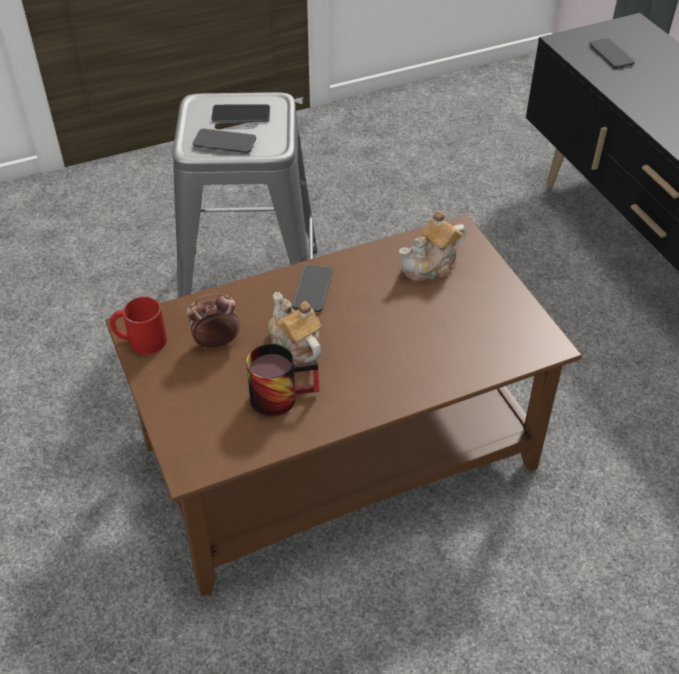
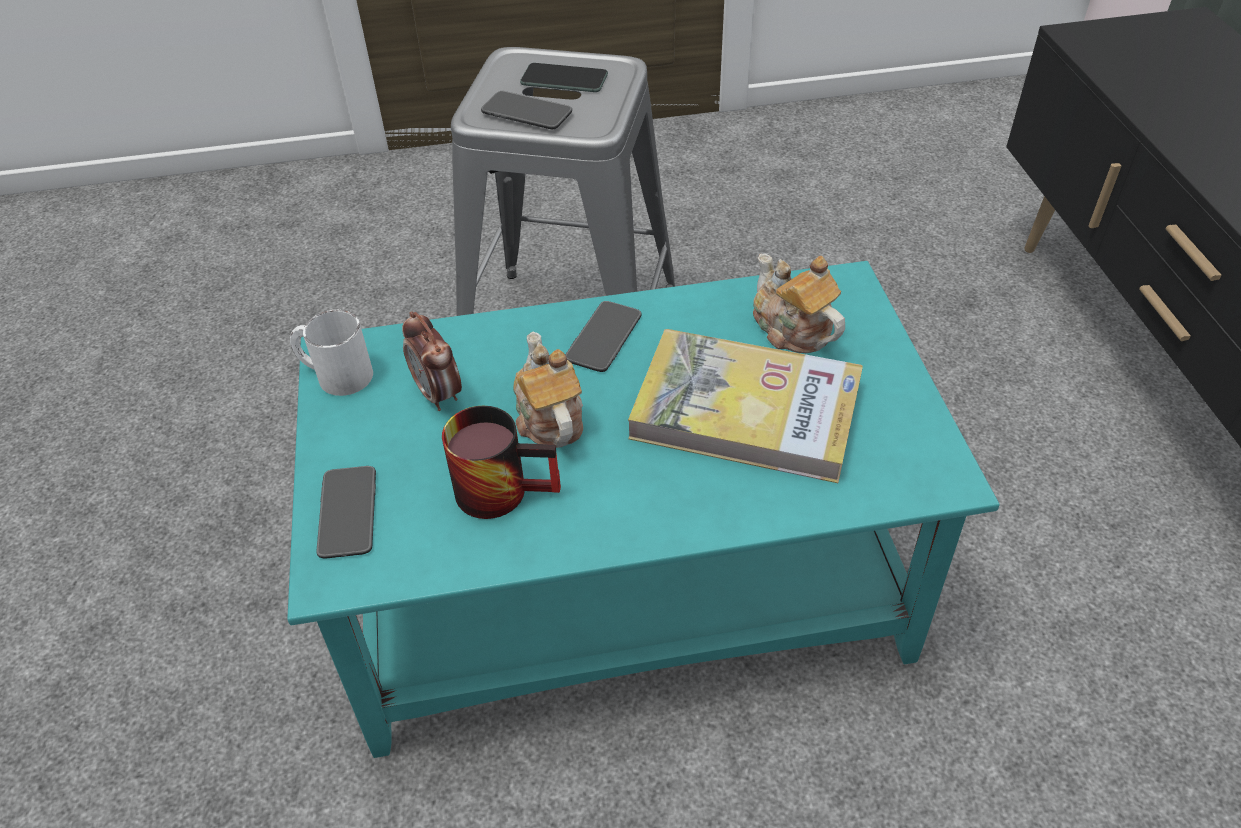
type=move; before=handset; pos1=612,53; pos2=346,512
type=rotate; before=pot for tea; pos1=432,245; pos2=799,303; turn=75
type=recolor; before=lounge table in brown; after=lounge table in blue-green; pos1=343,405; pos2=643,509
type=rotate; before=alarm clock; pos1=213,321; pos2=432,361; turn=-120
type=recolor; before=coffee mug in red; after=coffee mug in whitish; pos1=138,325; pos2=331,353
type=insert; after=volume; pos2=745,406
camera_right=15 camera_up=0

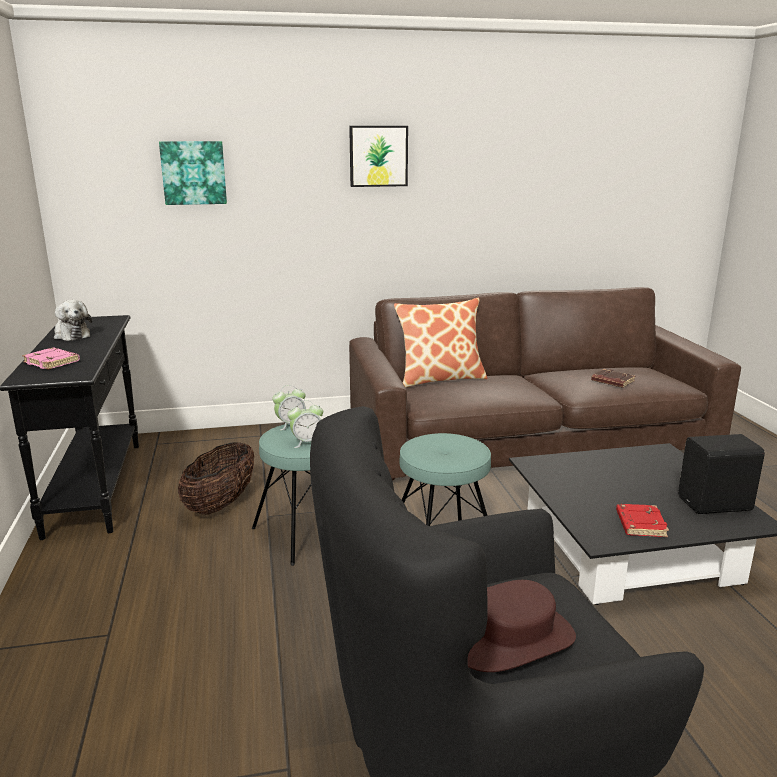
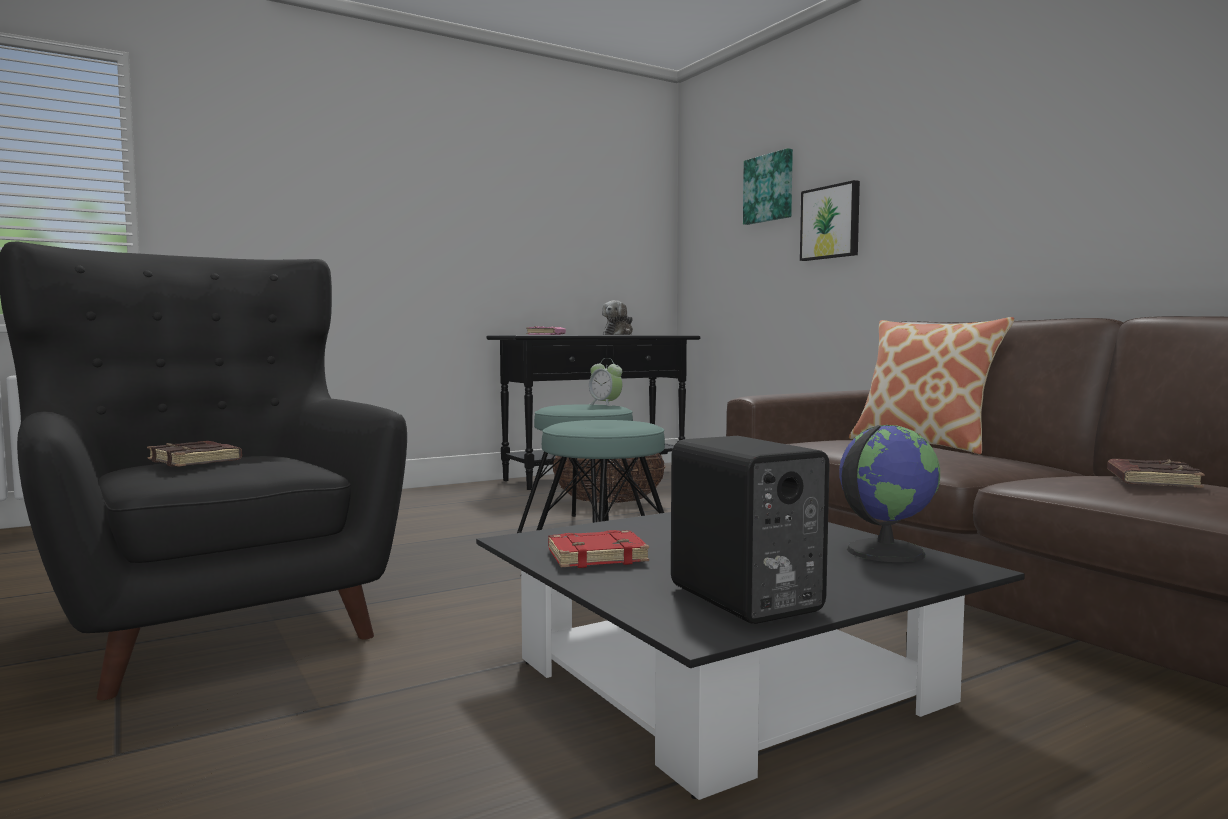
type=move; before=wall art; pos1=378,156; pos2=830,220
type=delete; before=alarm clock; pos1=305,424
type=replace; before=clothing hat in brown; after=volume in brown; pos1=522,626; pos2=194,454
type=insert; after=globe; pos2=889,493
camera_right=70 camera_up=-15

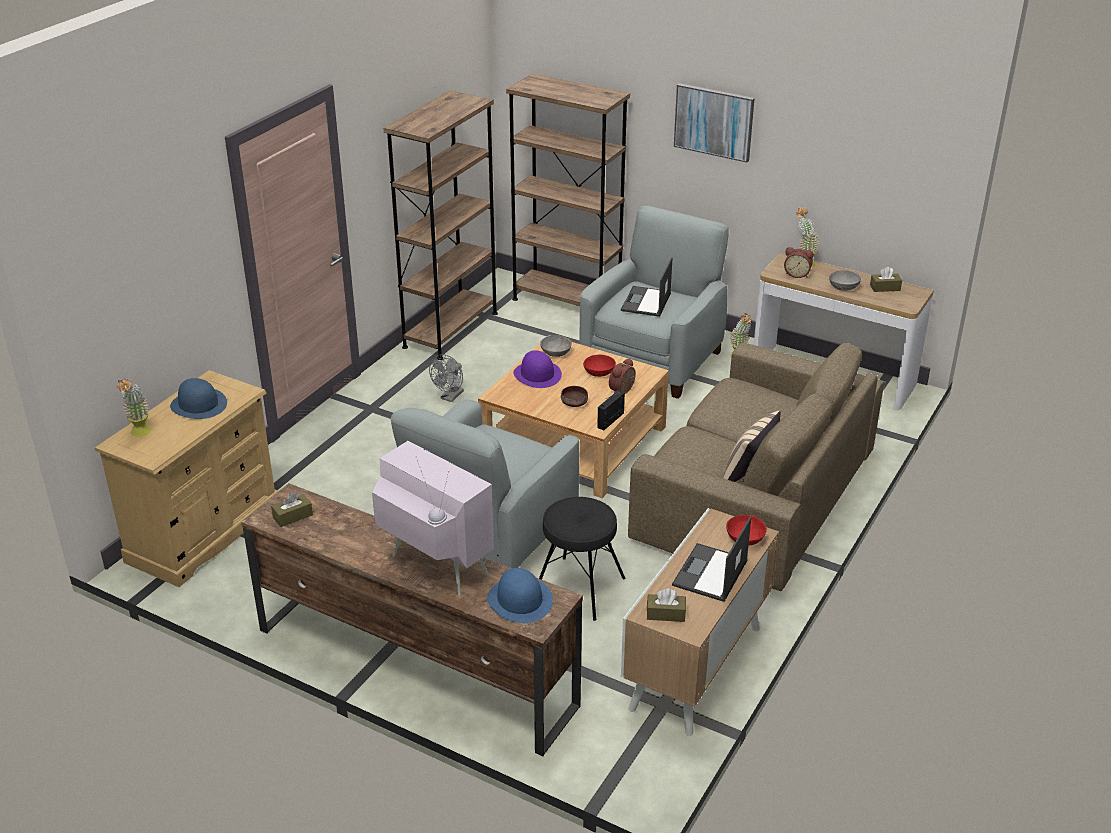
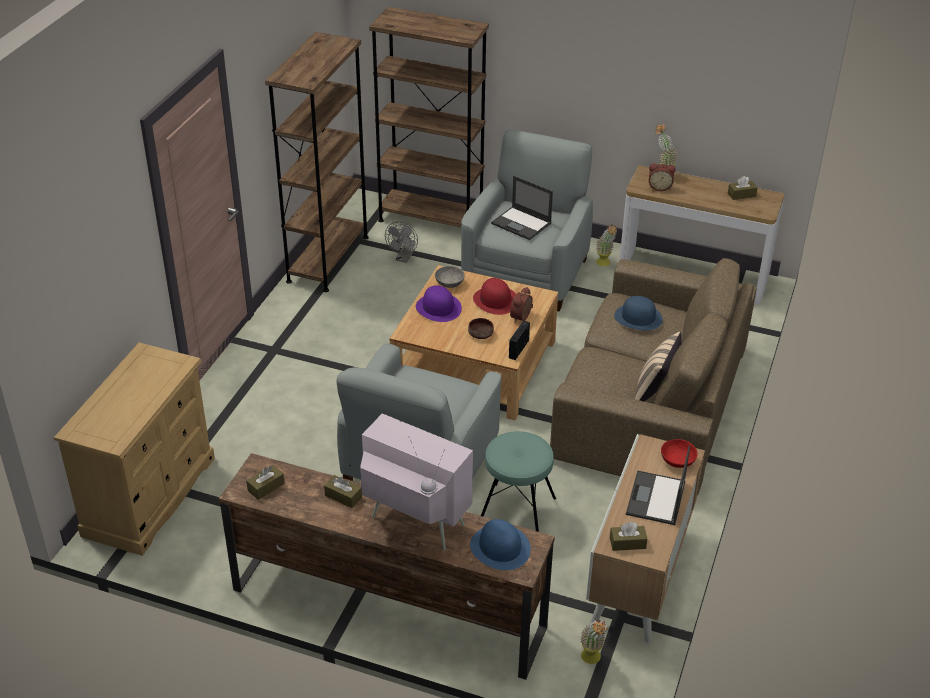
type=delete; before=wall art; pos1=714,123
type=rotate; before=notebook computer; pos1=647,287; pos2=522,208; turn=-60
type=delete; before=deep dish in greyish; pos1=845,280
type=move; before=cooling fan in greyish; pos1=446,378; pos2=401,242
type=replace; before=deep dish in red; after=clothing hat in red; pos1=599,366; pos2=494,296
type=move; before=houseplant; pos1=133,407; pos2=593,641
type=move; before=clothing hat in blue-coloured; pos1=198,398; pos2=638,313
type=recolor; before=sitting stool in black-coloured; after=sitting stool in blue-green; pos1=582,559; pos2=518,481
type=insert; after=tissue box in brown; pos2=343,491
camera_right=-10 camera_up=5

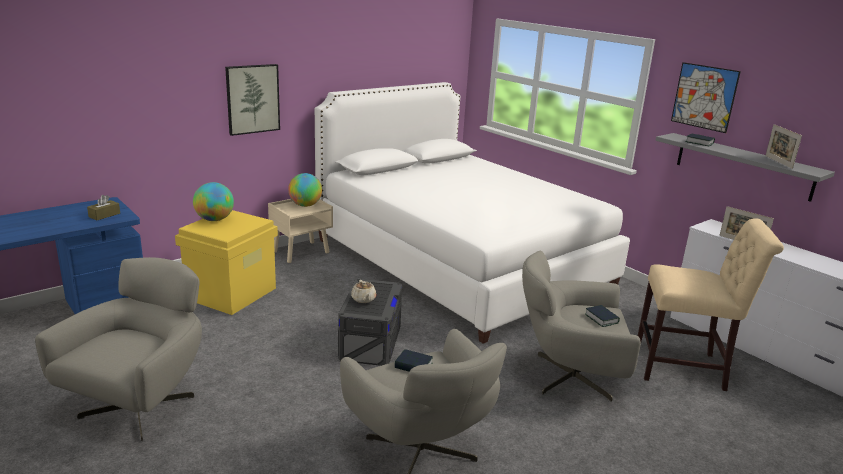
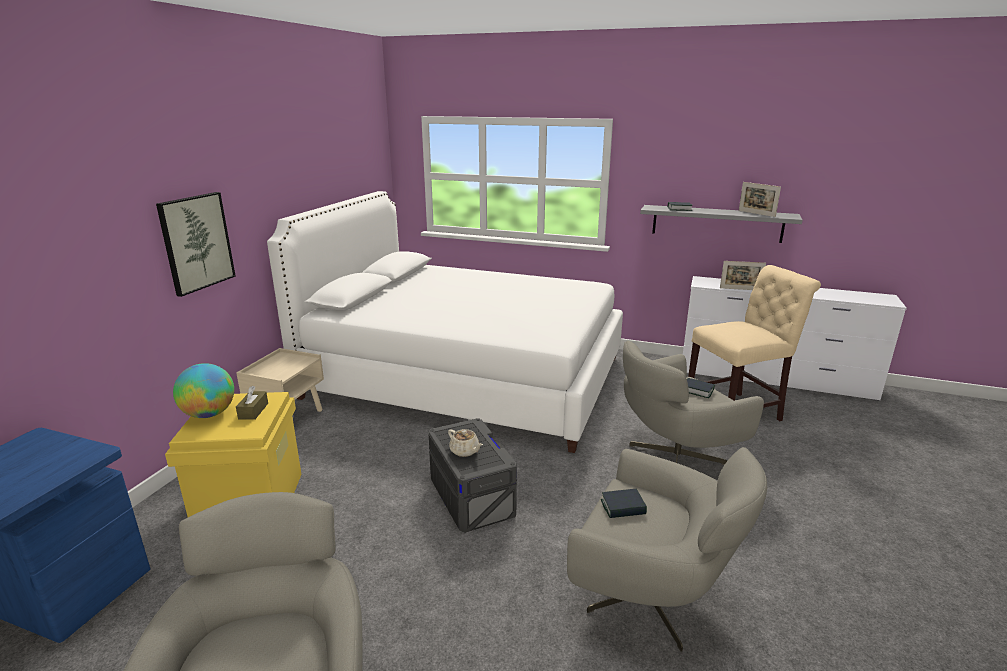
type=delete; before=wall art; pos1=706,97
type=delete; before=globe; pos1=305,190
type=move; before=tissue box in brown; pos1=103,207; pos2=252,403
camera_right=-30 camera_up=0

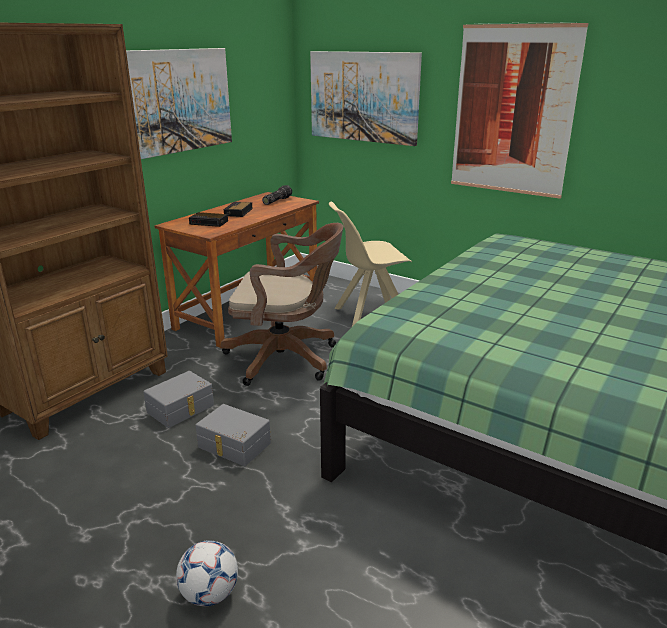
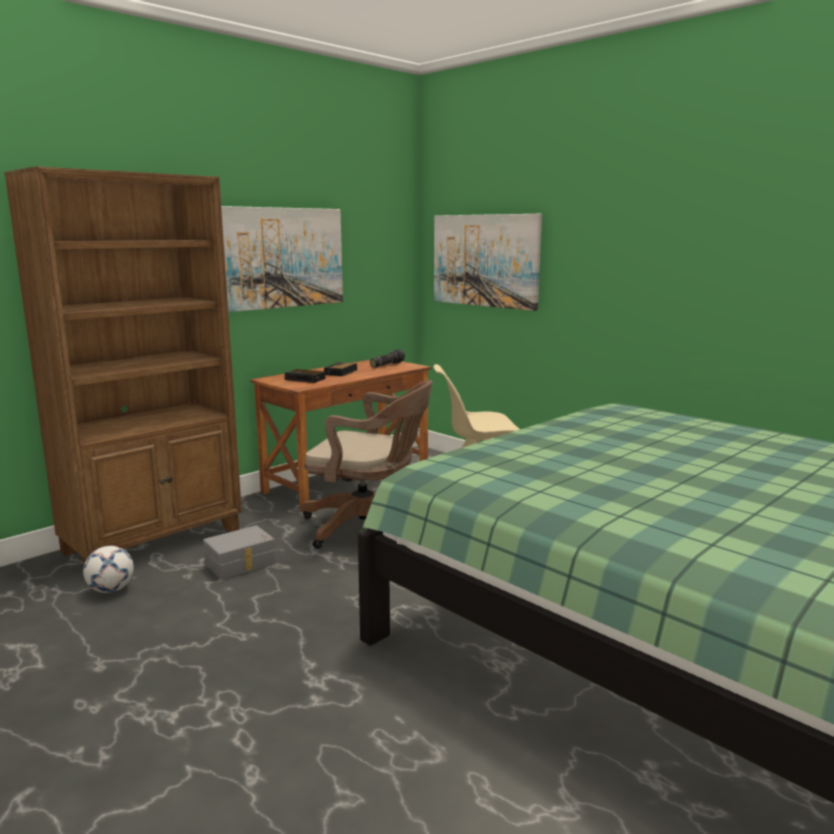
type=delete; before=wall art; pos1=520,110
type=delete; before=storage bin in greyish; pos1=233,435
type=move; before=ball for football; pos1=207,573; pos2=108,569
camera_right=10 camera_up=-10

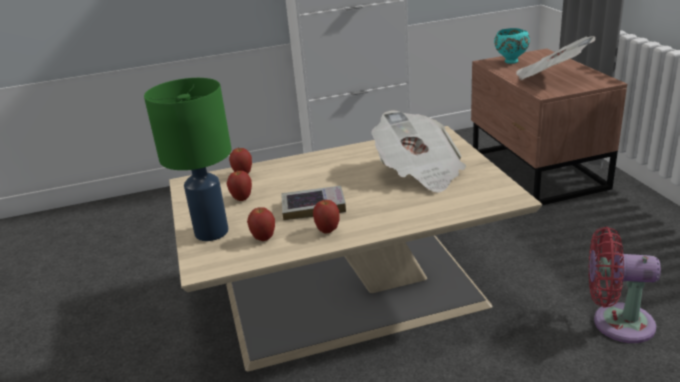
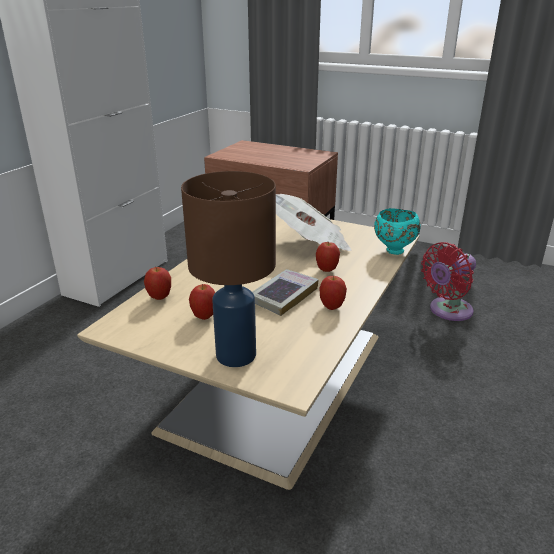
type=move; before=deep dish in blue-green; pos1=512,46; pos2=397,231
type=delete; before=daily paper; pos1=555,58
type=recolor; before=table lamp in greenish; after=table lamp in brown; pos1=187,159; pos2=228,269
type=move; before=whole apple; pos1=261,224; pos2=328,257
camera_right=-50 camera_up=0

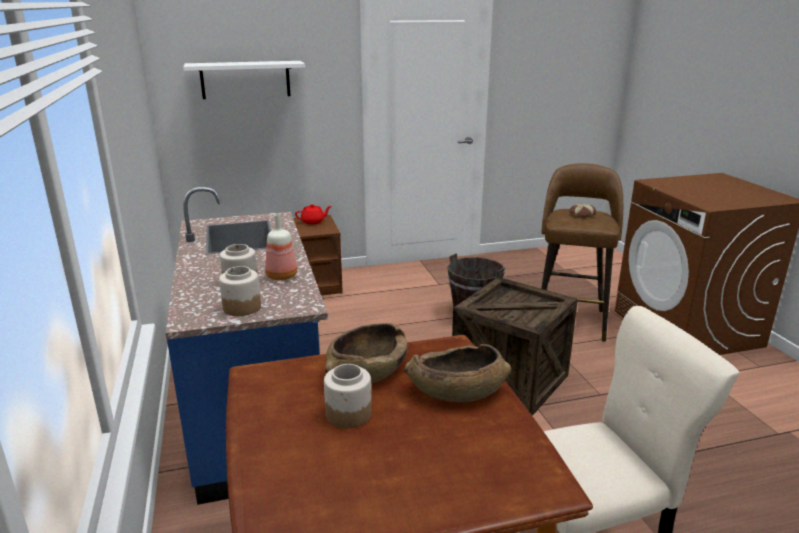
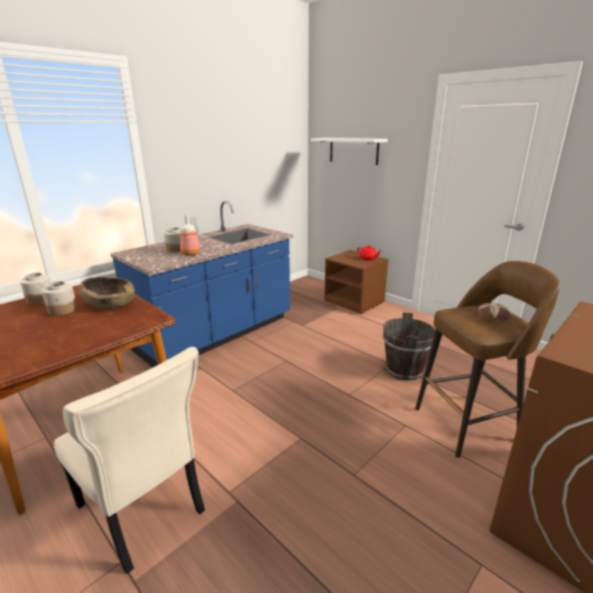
type=move; before=storage jar; pos1=240,291; pos2=35,289
type=delete; before=crate; pos1=515,346
type=delete; before=deep dish in brown; pos1=457,373
camera_right=60 camera_up=0

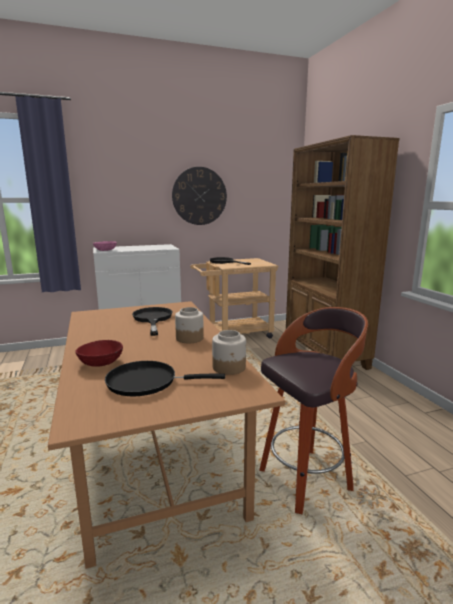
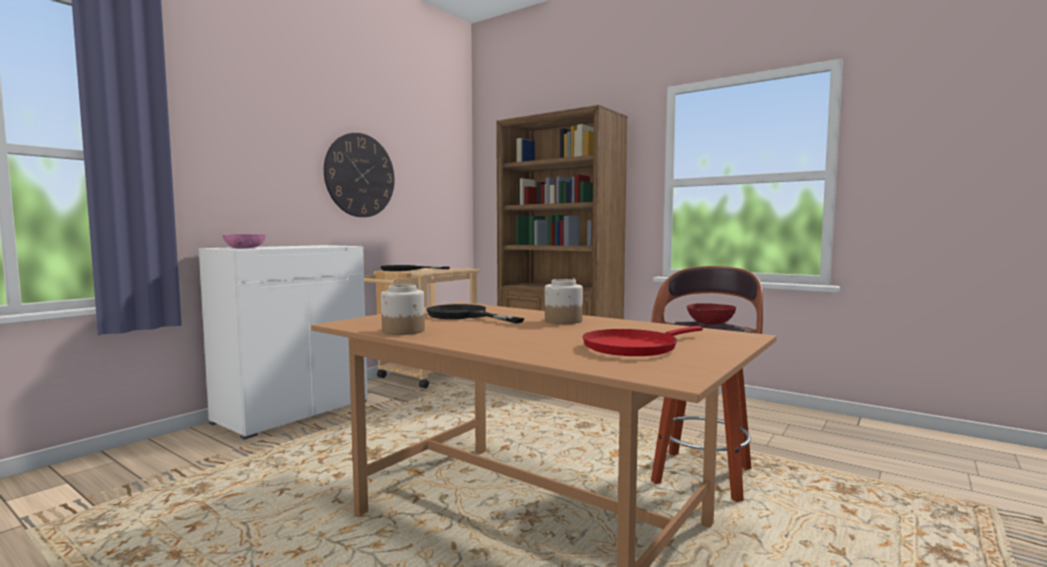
type=move; before=storage jar; pos1=229,352; pos2=403,309
type=move; before=deep dish in red; pos1=99,353; pos2=711,314
type=recolor; before=skillet in black-coloured; after=skillet in red; pos1=165,378; pos2=643,341
camera_right=-35 camera_up=-10

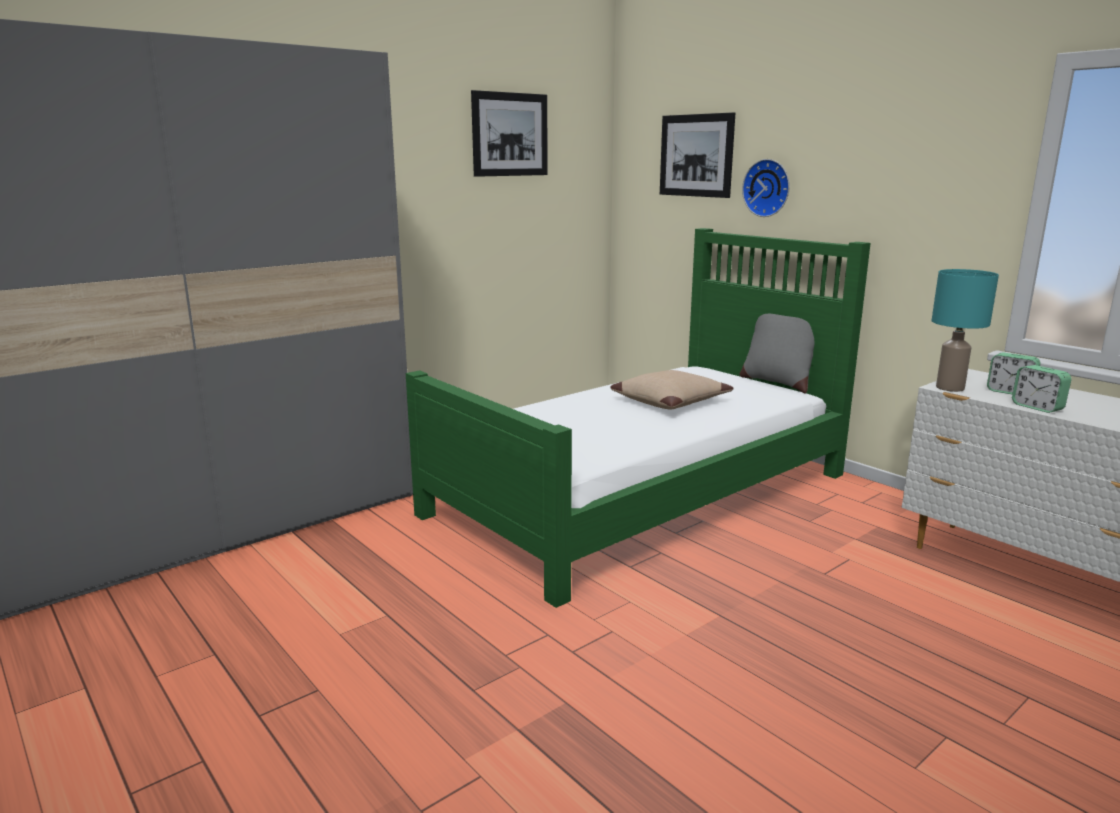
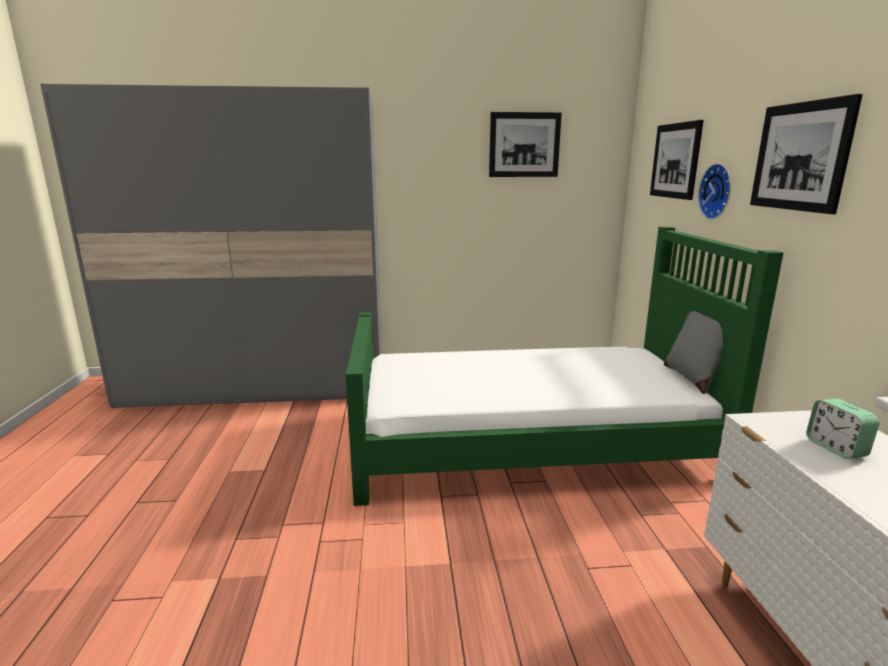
type=delete; before=table lamp in blue-green; pos1=965,330
type=delete; before=alarm clock; pos1=1042,389
type=delete; before=cushion in beige; pos1=672,389
type=insert; after=wall art; pos2=806,154
camera_right=35 camera_up=0

